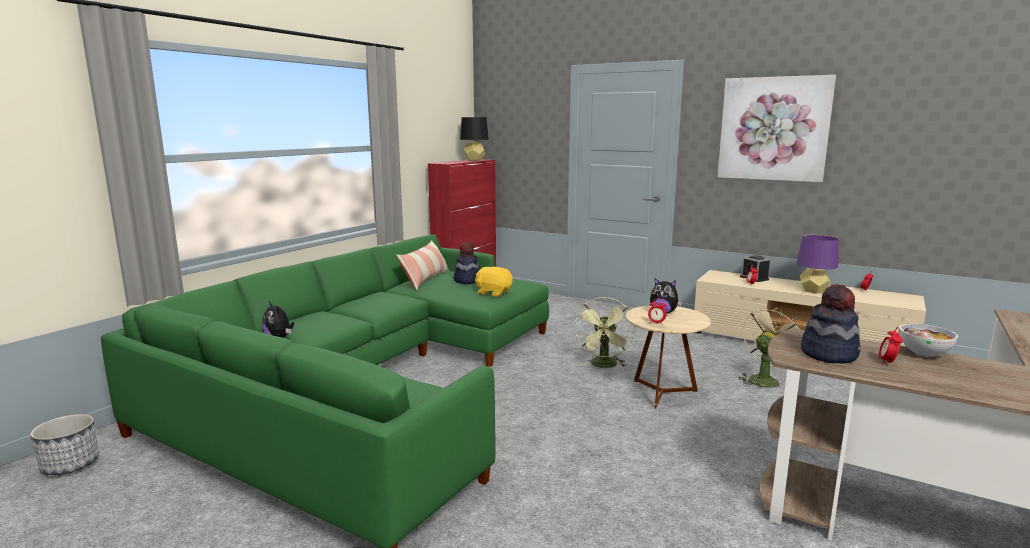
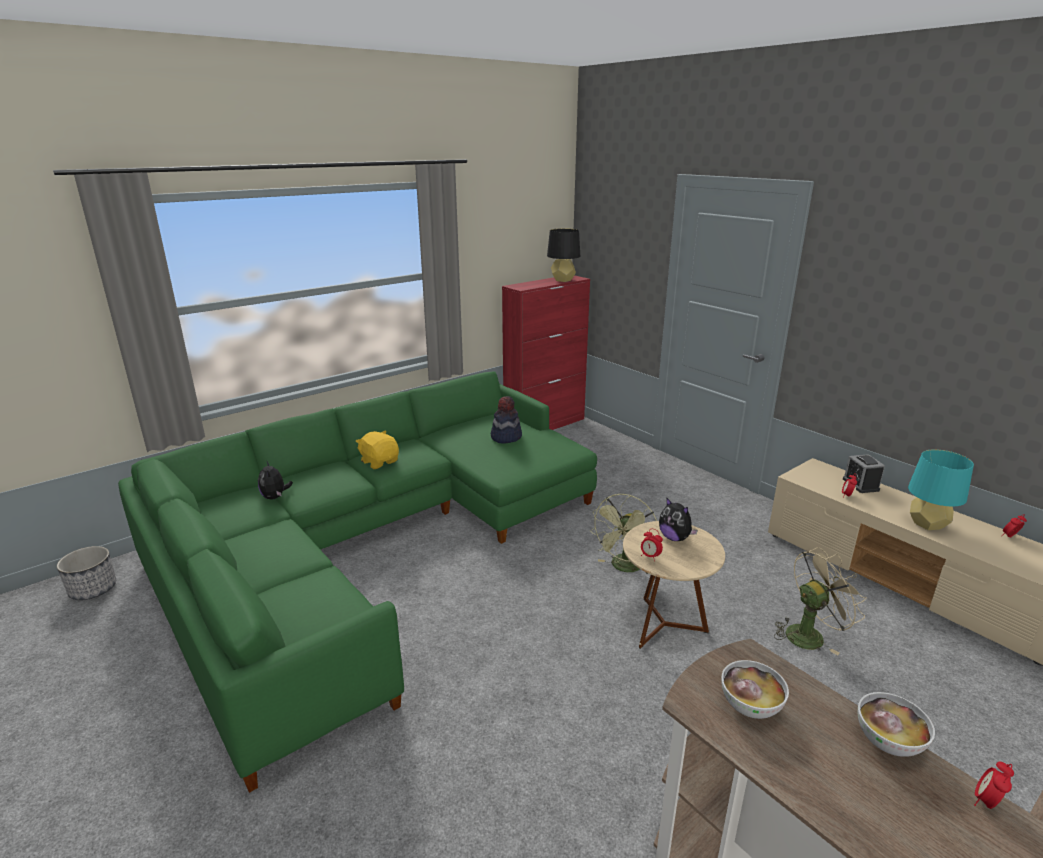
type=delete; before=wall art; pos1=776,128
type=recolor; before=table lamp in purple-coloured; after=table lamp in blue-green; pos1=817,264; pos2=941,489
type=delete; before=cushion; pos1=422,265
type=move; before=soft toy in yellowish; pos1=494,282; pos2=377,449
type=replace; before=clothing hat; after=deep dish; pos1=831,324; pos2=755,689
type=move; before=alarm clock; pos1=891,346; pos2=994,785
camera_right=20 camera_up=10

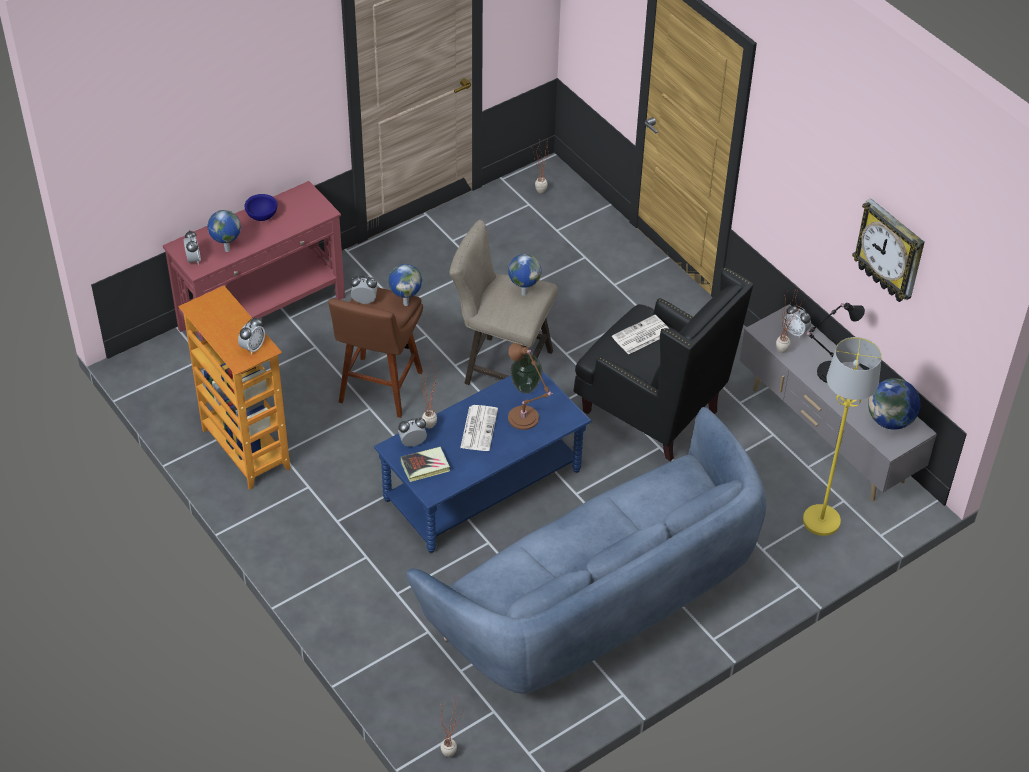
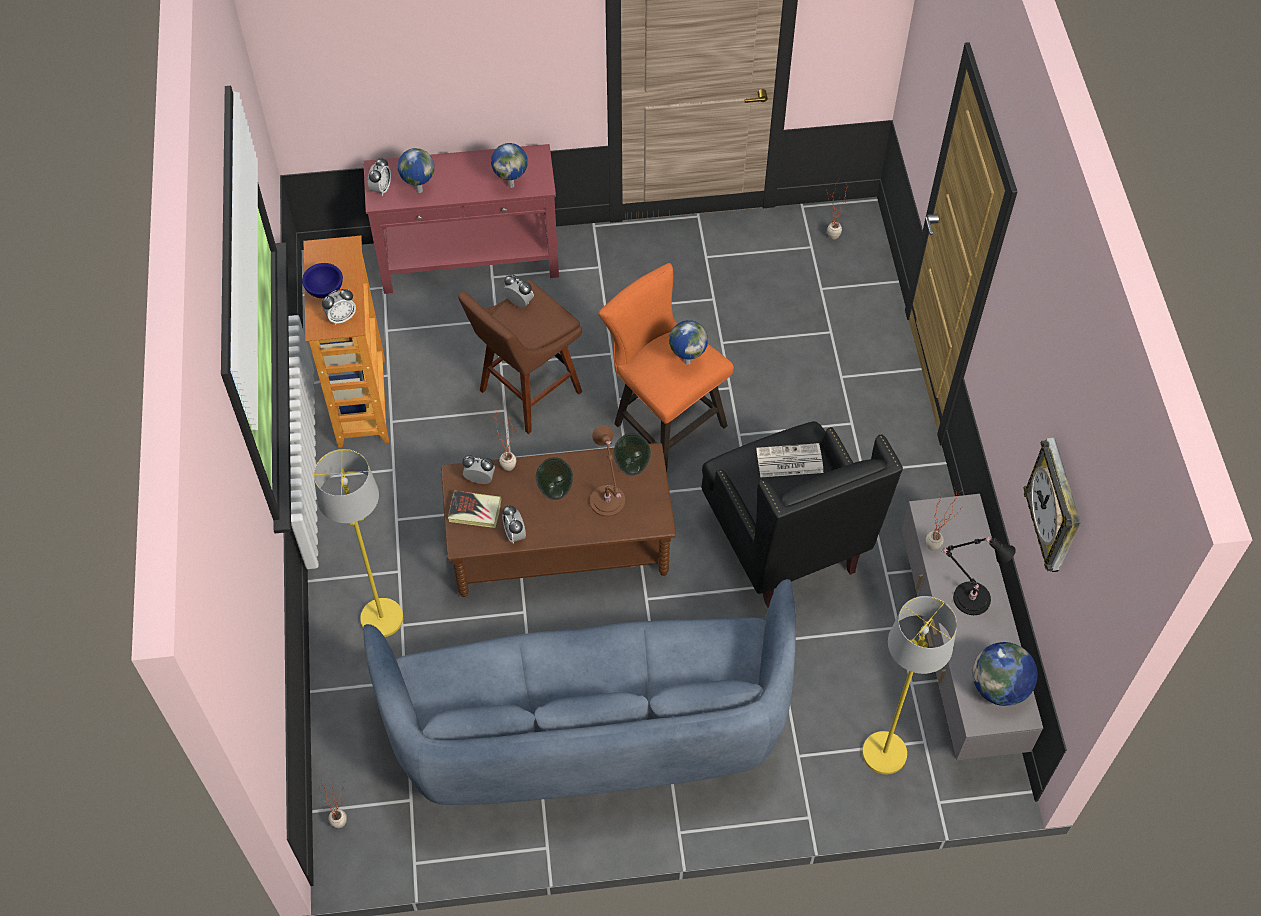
type=move; before=deep dish in blue-coloured; pos1=260,207; pos2=322,280
type=recolor; before=sitting stool in beige; after=sitting stool in orange-coloured; pos1=503,302; pos2=666,367
type=move; before=globe; pos1=405,285; pos2=509,165
type=move; before=alarm clock; pos1=797,321; pos2=514,524
type=recolor; before=lounge table in blue-coloured; after=lounge table in brown; pos1=482,462; pos2=558,520
type=replace; before=daily paper; after=decorative vase; pos1=479,428; pos2=554,478
type=insert; after=floor lamp in yellowish; pos2=358,543
camera_right=30 camera_up=10

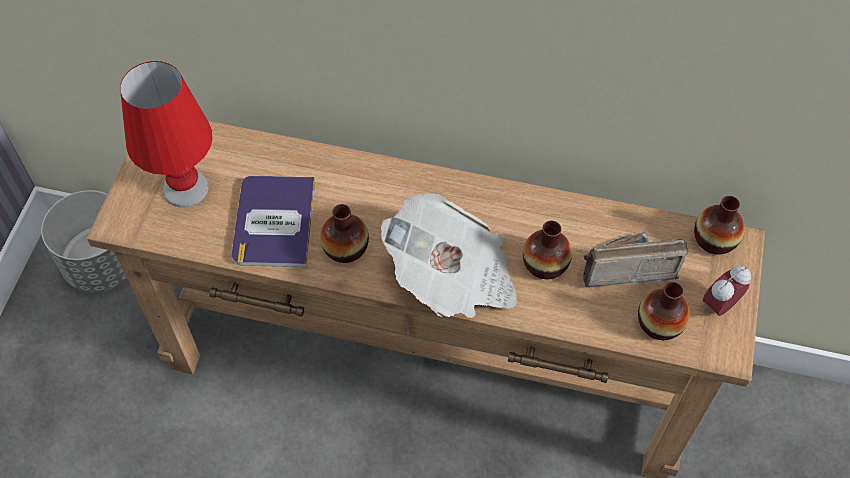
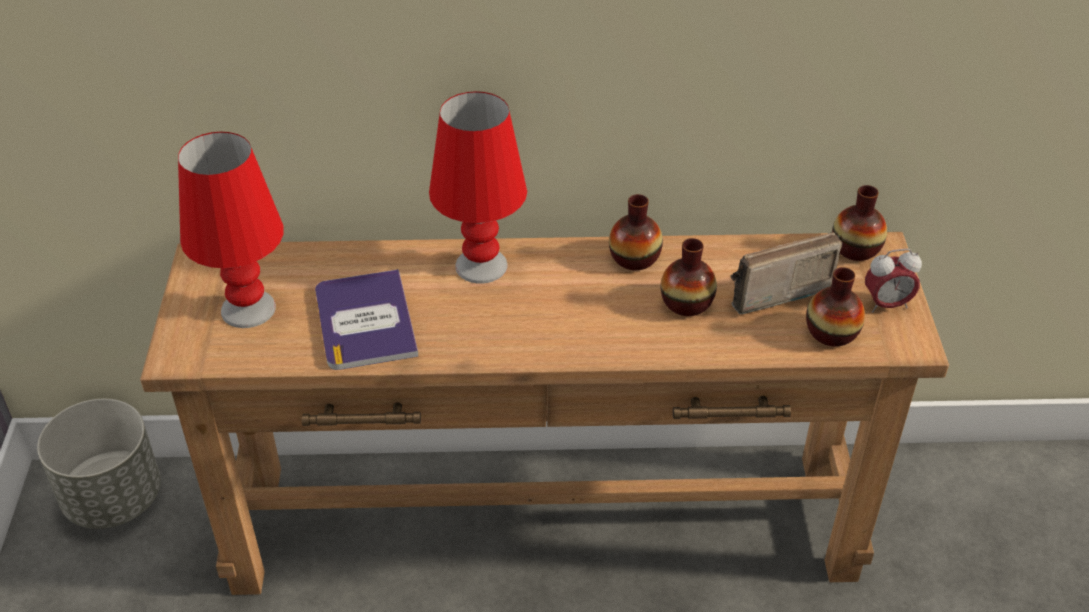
type=delete; before=daily paper; pos1=449,255
type=move; before=decorative vase; pos1=344,233; pos2=636,232
type=rotate; before=alarm clock; pos1=727,291; pos2=893,280; turn=-135
type=insert; after=table lamp in red; pos2=478,187
camera_right=-15 camera_up=-15

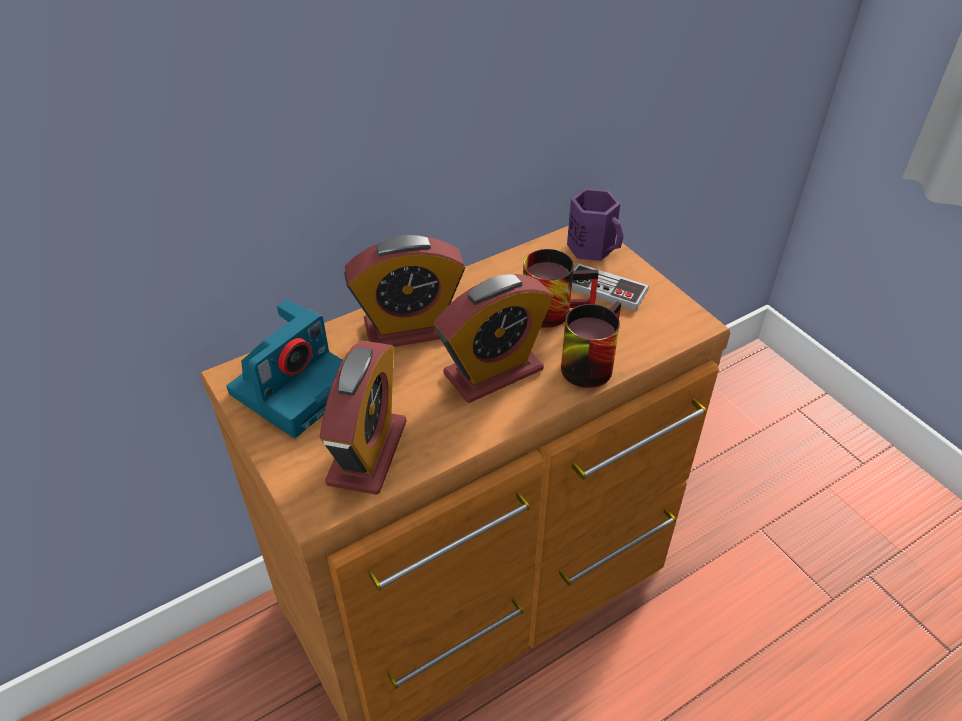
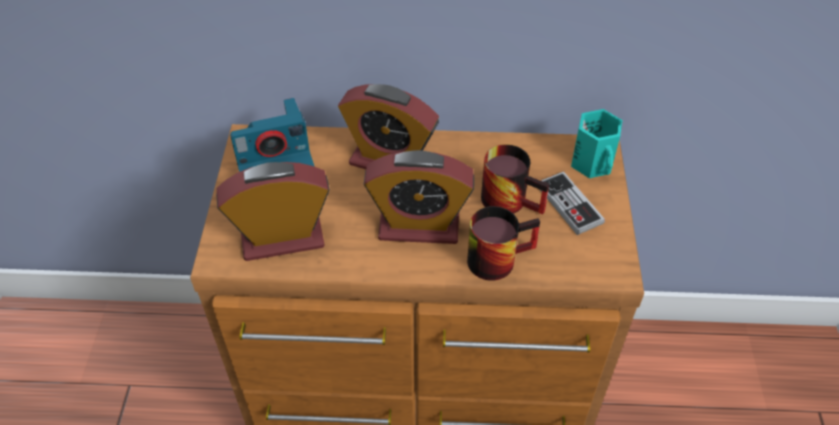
type=recolor; before=coffee mug in purple-coloured; after=coffee mug in blue-green; pos1=595,224; pos2=596,143
type=rotate; before=alarm clock; pos1=363,418; pos2=273,211; turn=-150
camera_right=35 camera_up=5

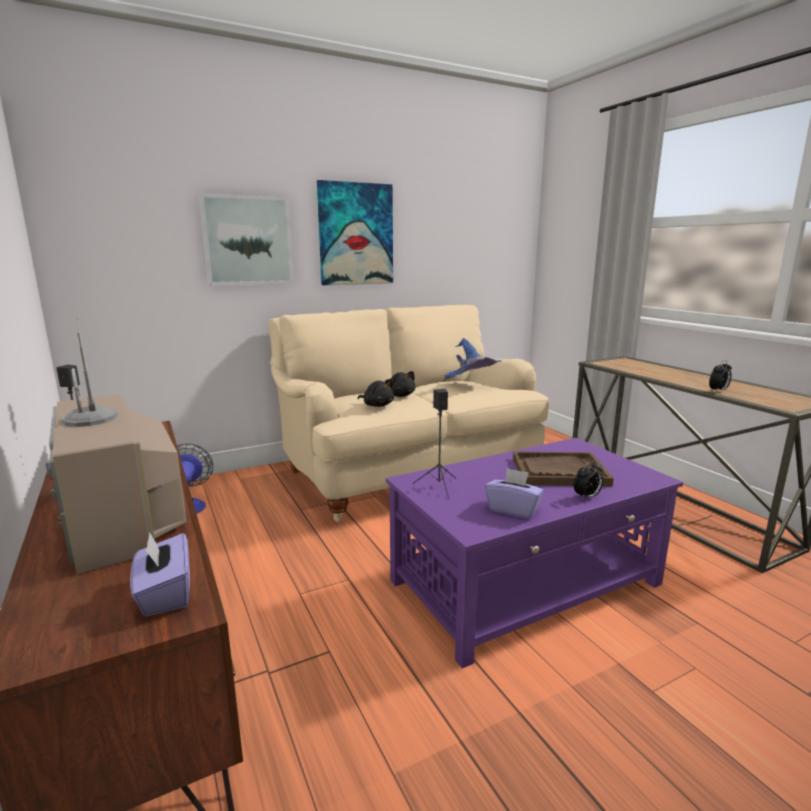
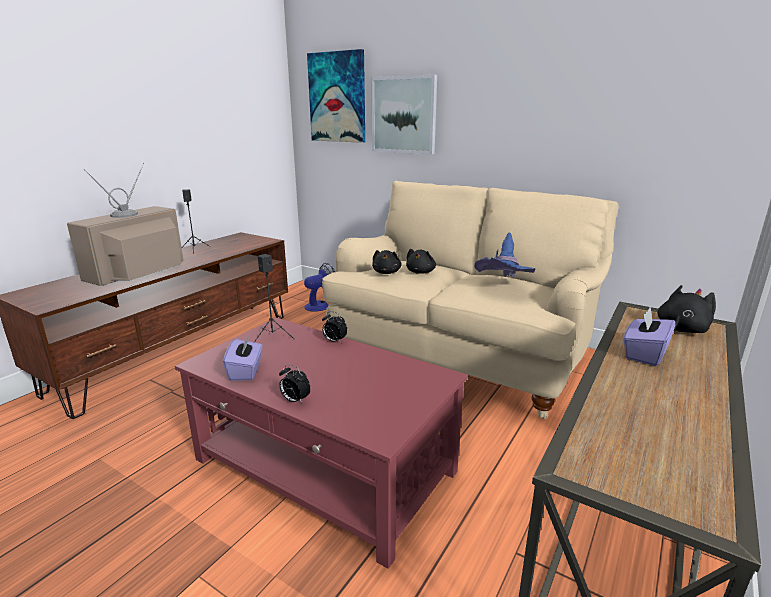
type=move; before=wall art; pos1=355,232; pos2=336,96
type=move; before=alarm clock; pos1=720,376; pos2=334,326
type=recolor; before=lounge table in purple-coloured; after=lounge table in red; pos1=534,553; pos2=321,443
type=delete; before=carrying tray in brown; pos1=563,468
type=move; before=tissue box in purple-coloured; pos1=160,574; pos2=649,336
type=insert; after=soft toy in black-coloured; pos2=687,309
camera_right=60 camera_up=5

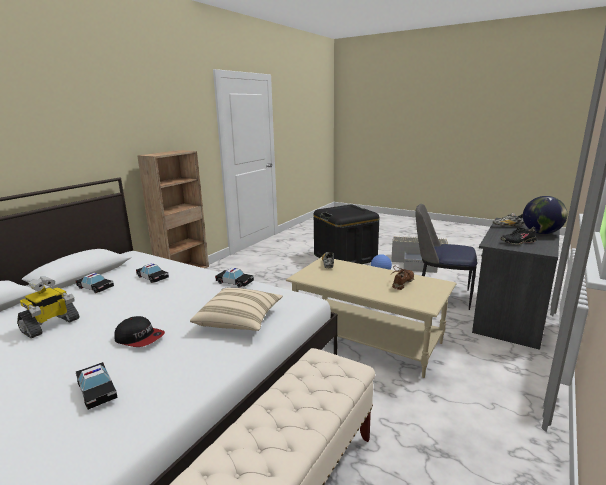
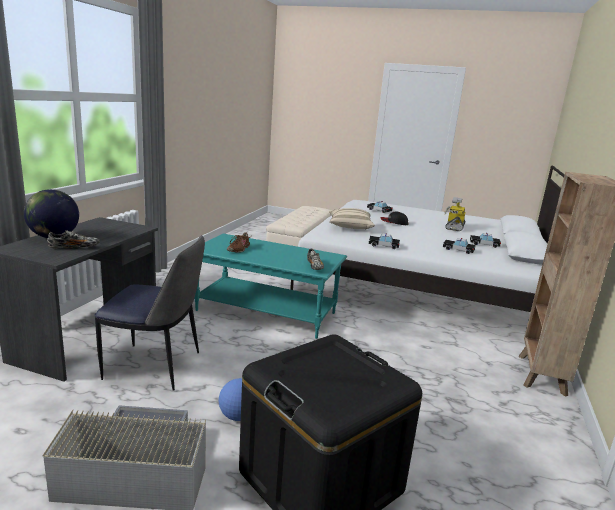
type=delete; before=shoe in black-coloured; pos1=518,236
type=recolor; before=lounge table in beige; after=lounge table in blue-green; pos1=371,317; pos2=270,286
camera_right=165 camera_up=0

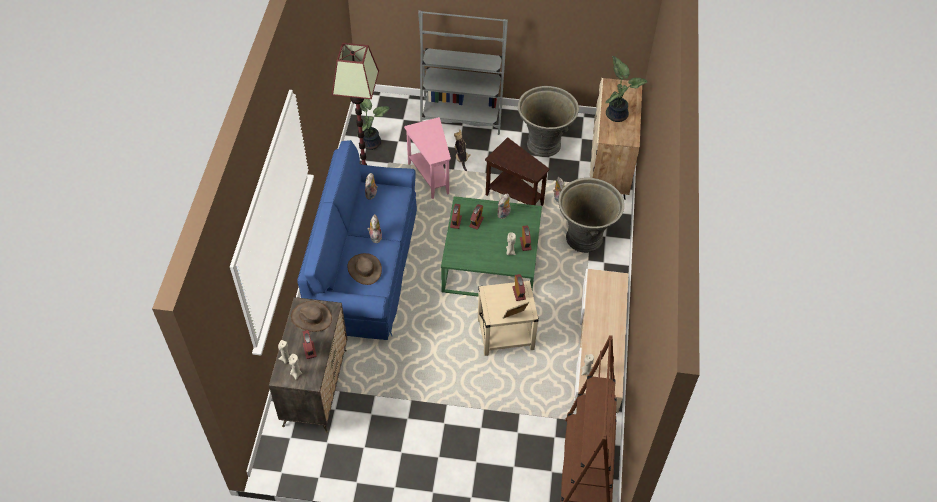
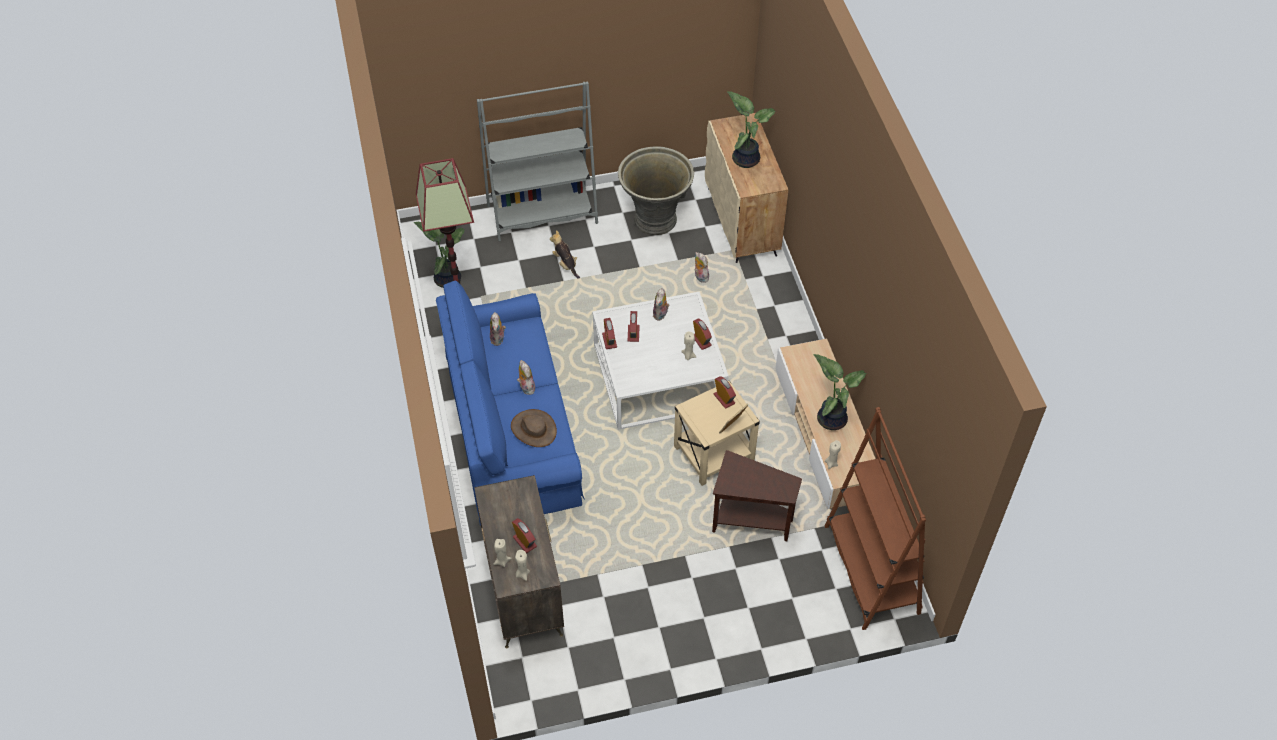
type=delete; before=side table in pink; pos1=427,158
type=move; before=side table in brown; pos1=517,171; pos2=757,495
type=delete; before=flower pot in greyish; pos1=591,215
type=recolor; before=lounge table in greenish; after=lounge table in whitish; pos1=491,246; pos2=660,361
type=delete; before=clothing hat in brown; pos1=311,316
type=insert; after=houseplant; pos2=840,392
camera_right=-20 camera_up=0

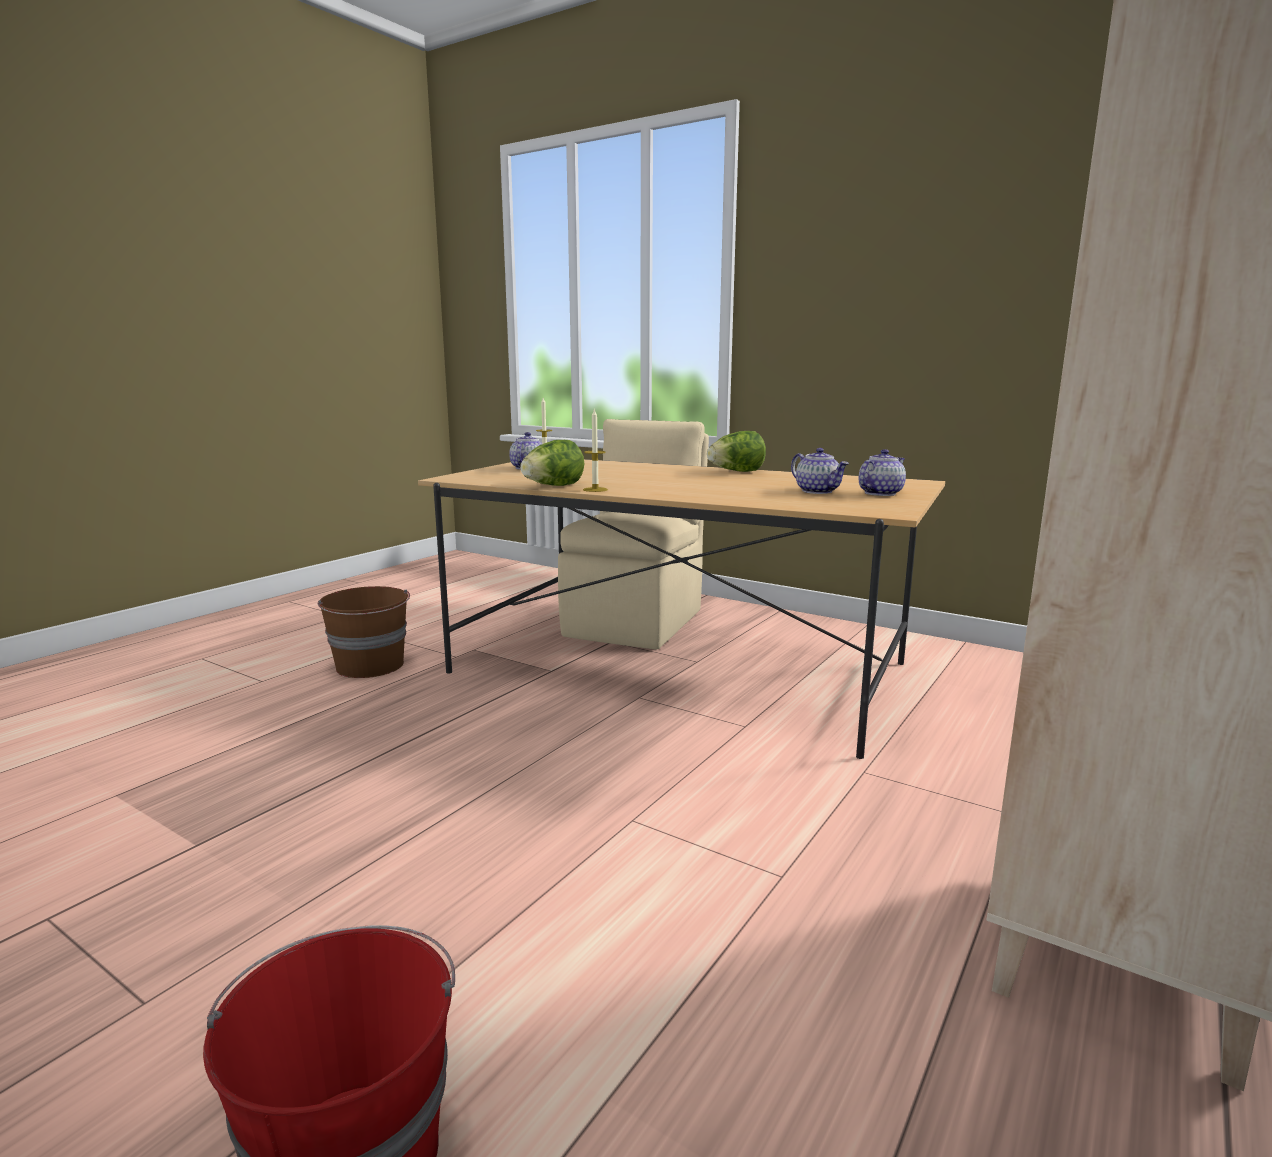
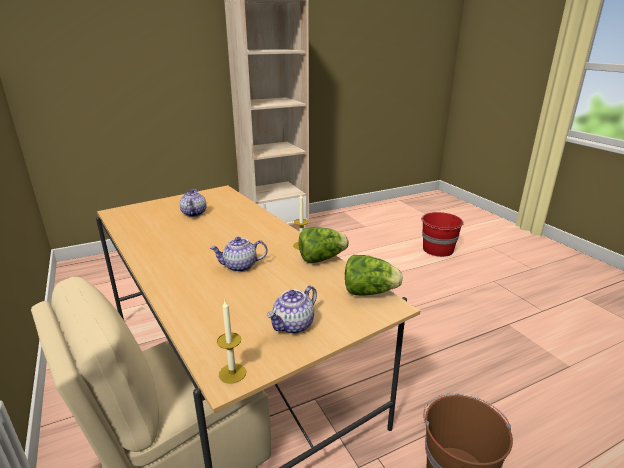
type=move; before=lettuce head; pos1=736,451; pos2=374,275
type=move; before=pot for tea; pos1=882,472; pos2=238,254
camera_right=-150 camera_up=10

